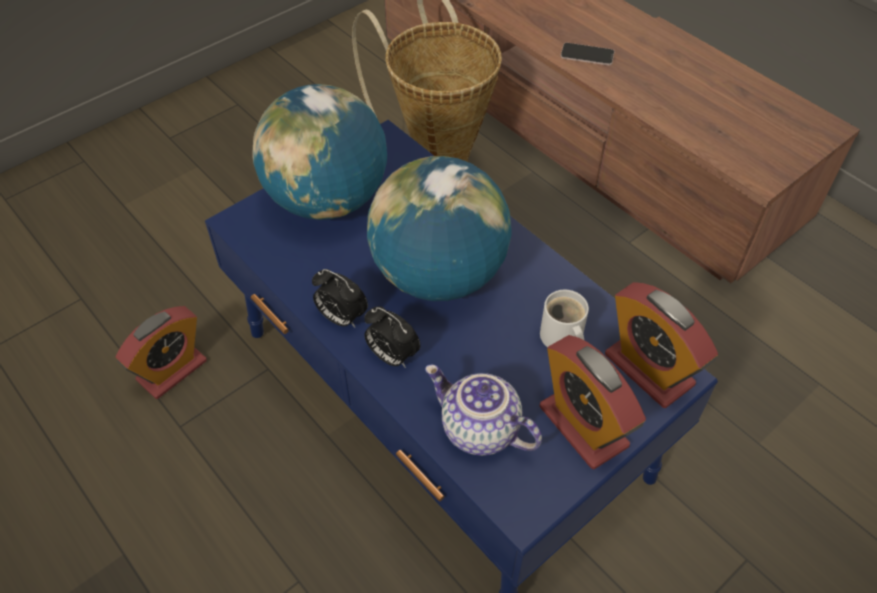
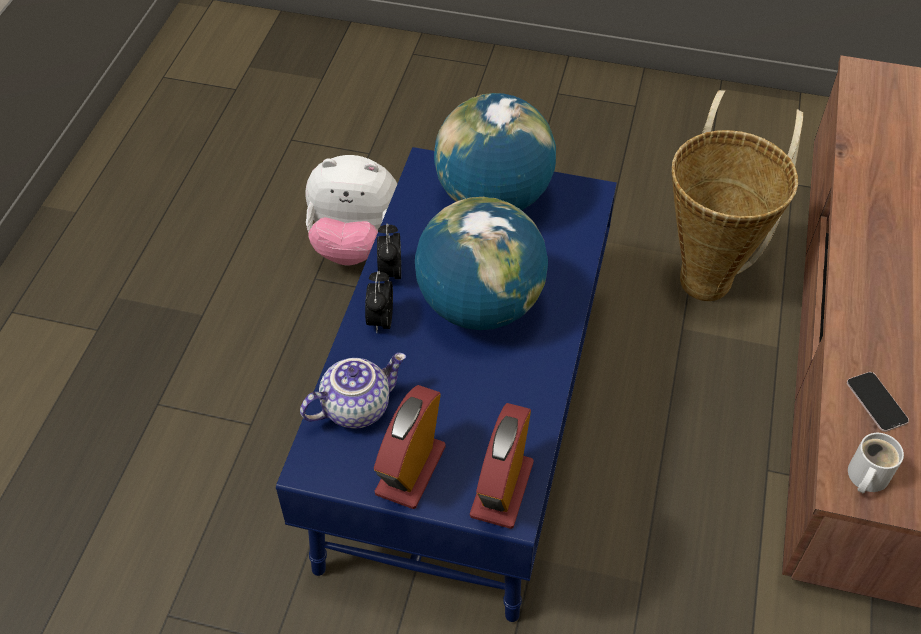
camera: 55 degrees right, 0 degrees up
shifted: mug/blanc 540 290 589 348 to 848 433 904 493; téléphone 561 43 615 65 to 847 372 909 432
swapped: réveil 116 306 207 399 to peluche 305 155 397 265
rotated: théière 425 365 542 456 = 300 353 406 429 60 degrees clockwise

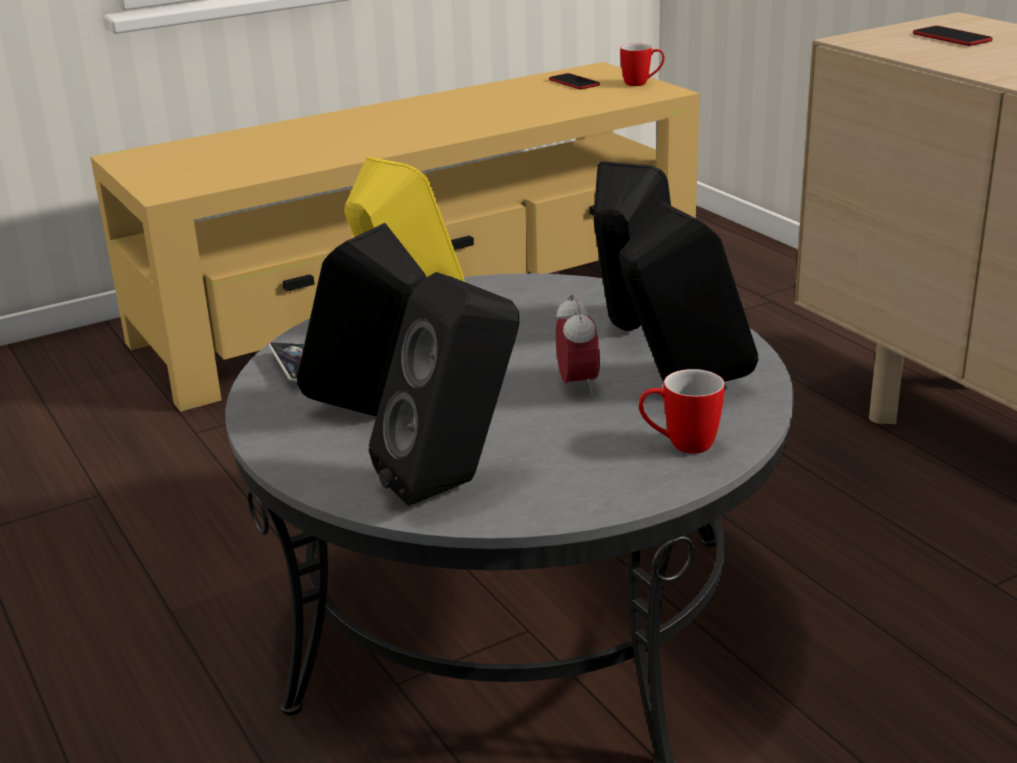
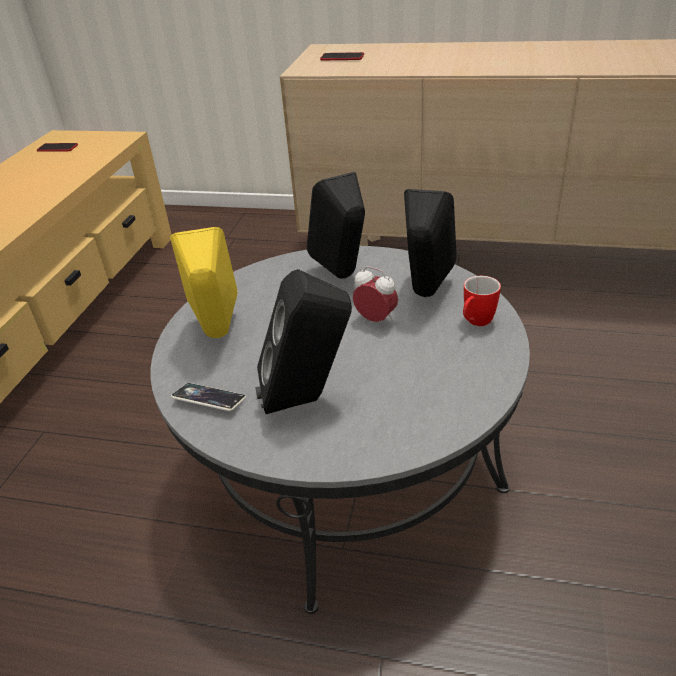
camera: 45 degrees left, 10 degrees up
gone: enceinte/noir 369 272 520 506; mug 620 44 665 86

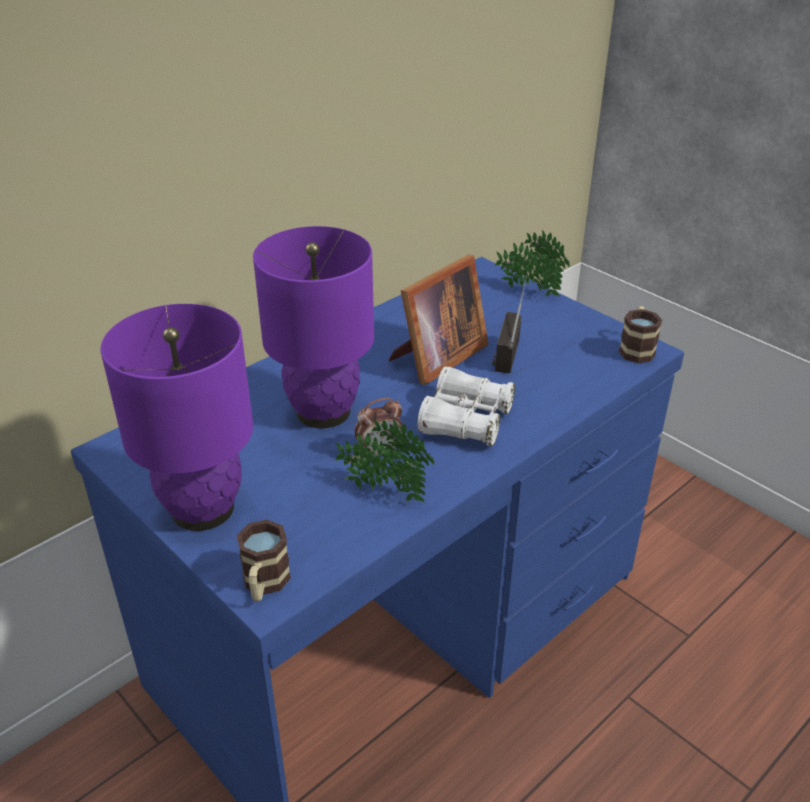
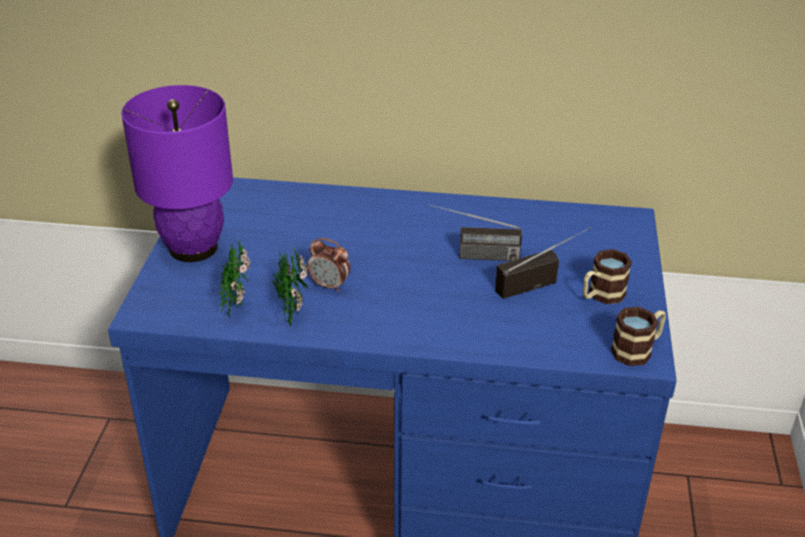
camera: 50 degrees right, 0 degrees up
gone: lampe de table/violet 253 226 374 428; jumelles/blanc 417 366 515 446
shifted: mug 237 520 291 602 to 583 249 632 304; plante en pot 495 230 570 297 to 219 238 251 317
swapped: cadre photo 389 255 489 385 to radio 428 204 522 261

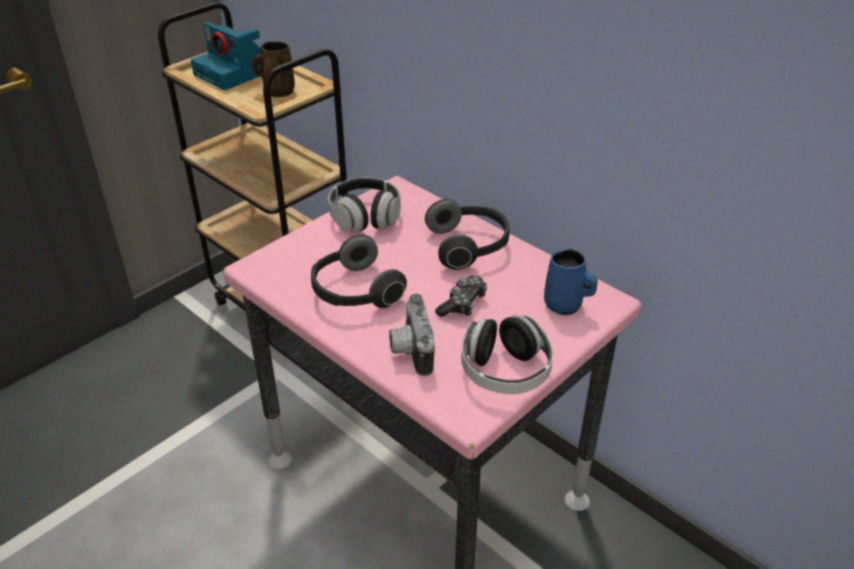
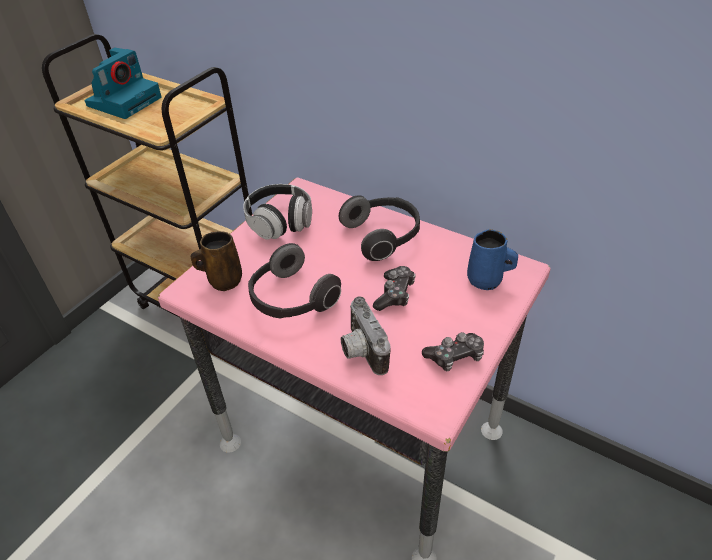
camera: 10 degrees left, 5 degrees up
shifted: mug/marron 251 41 295 97 to 191 231 242 291
swapped: casque audio 461 315 553 394 to manette 422 332 484 371
rotated: appareil photo 191 22 261 90 = 85 47 162 119 90 degrees counterclockwise

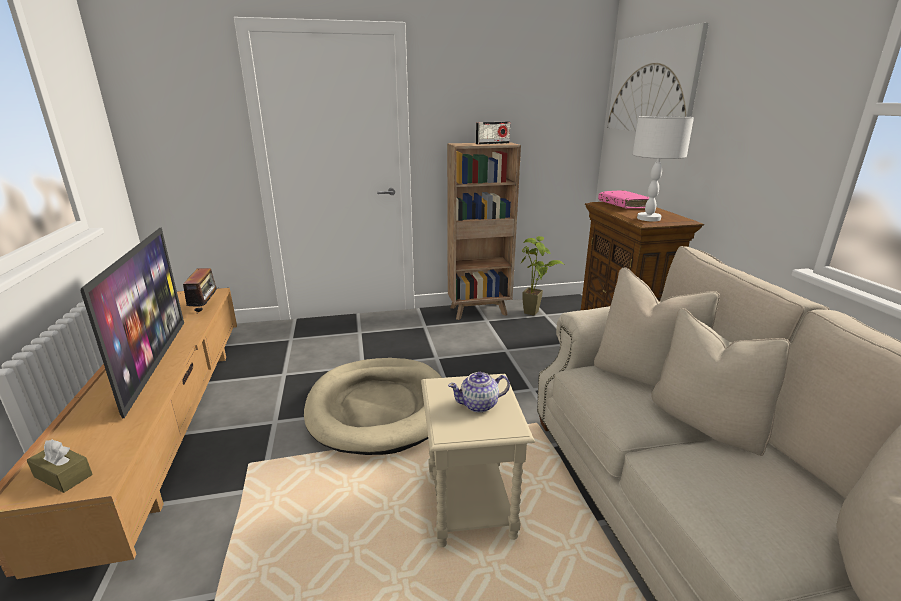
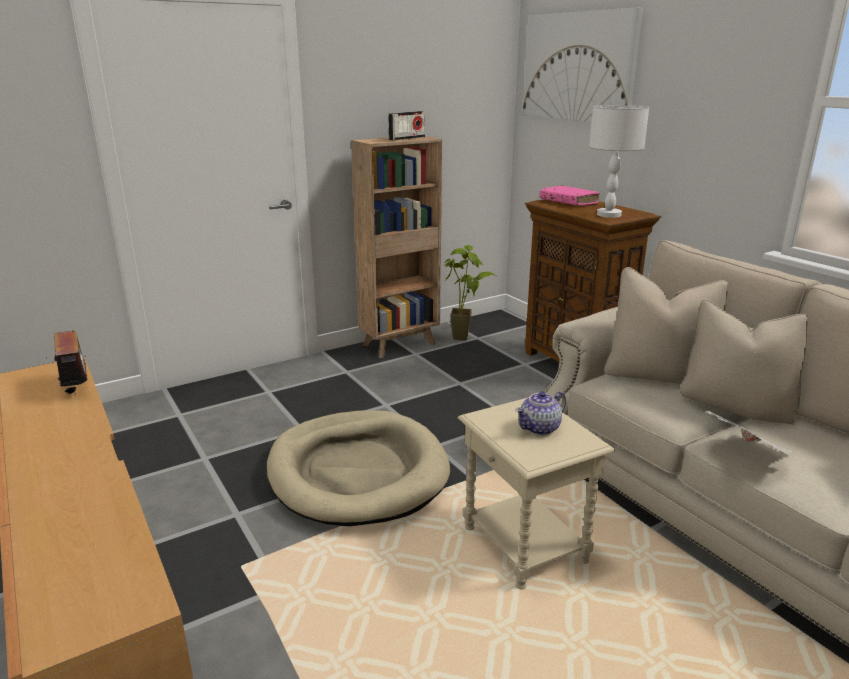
camera: 20 degrees left, 0 degrees up
gone: boîte à mouchoirs/marron 27 439 93 493; téléviseur 80 228 184 419
new: journal 705 411 793 456

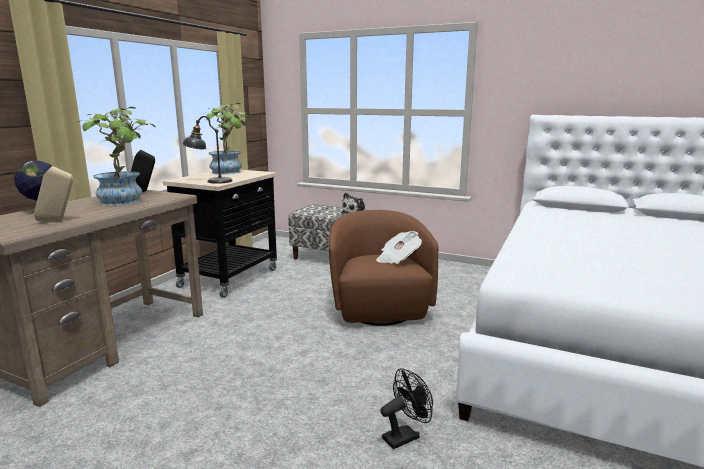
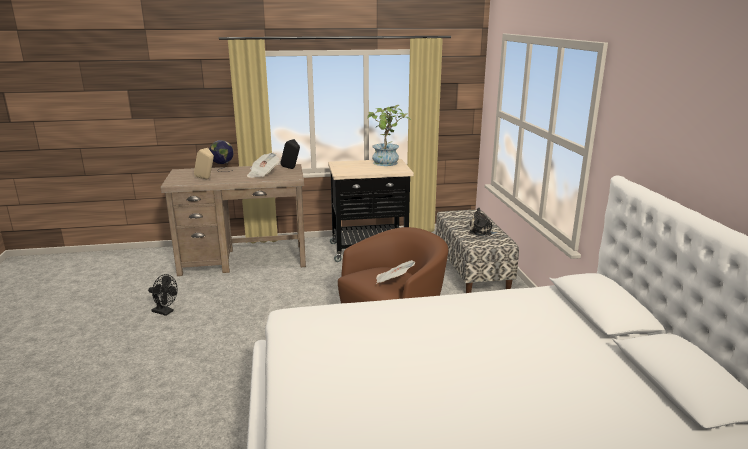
camera: 55 degrees right, 5 degrees up
gone: lampe de table/gris 182 116 232 184
shifted: ventilateur/noir 380 368 433 449 to 148 274 178 316
swapped: plante en pot 78 107 156 206 to journal 247 153 280 178

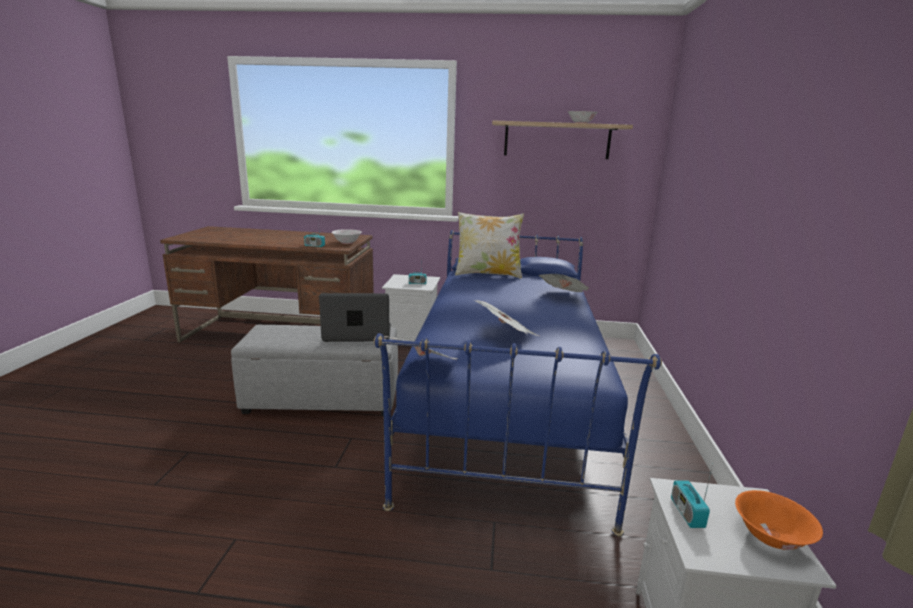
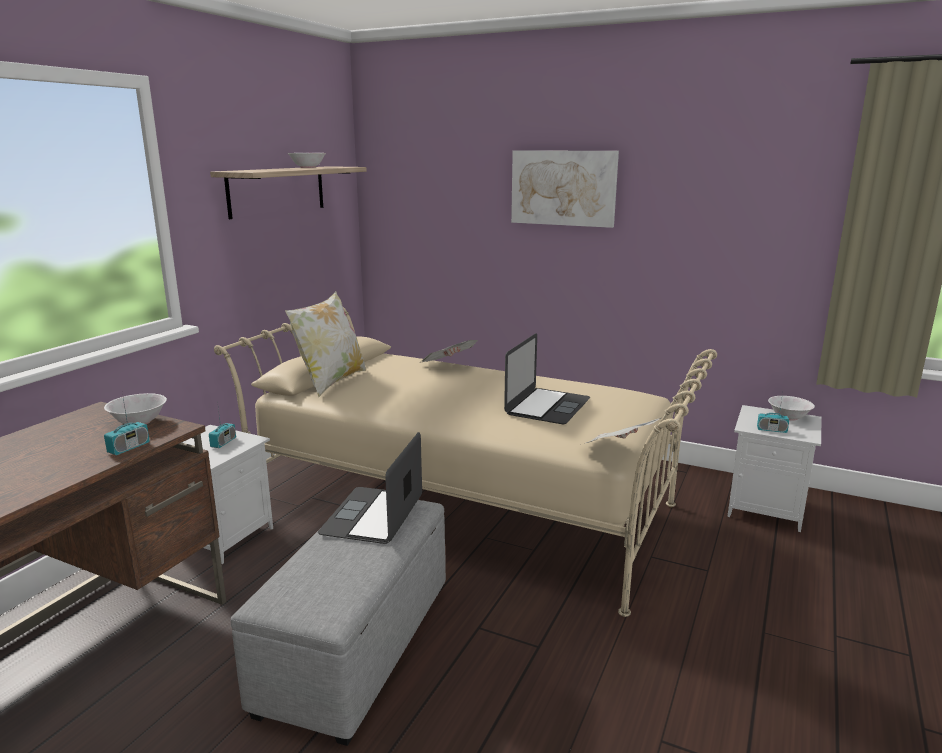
camera: 70 degrees left, 0 degrees up
new: tableau 511 150 619 228
swapped: journal 474 300 539 336 to ordinateur portable 504 333 590 424
repainted: lit/bleu 374 230 662 536 to lit/beige 214 307 717 617; bol/orange 735 490 823 550 to bol/blanc 768 396 815 421

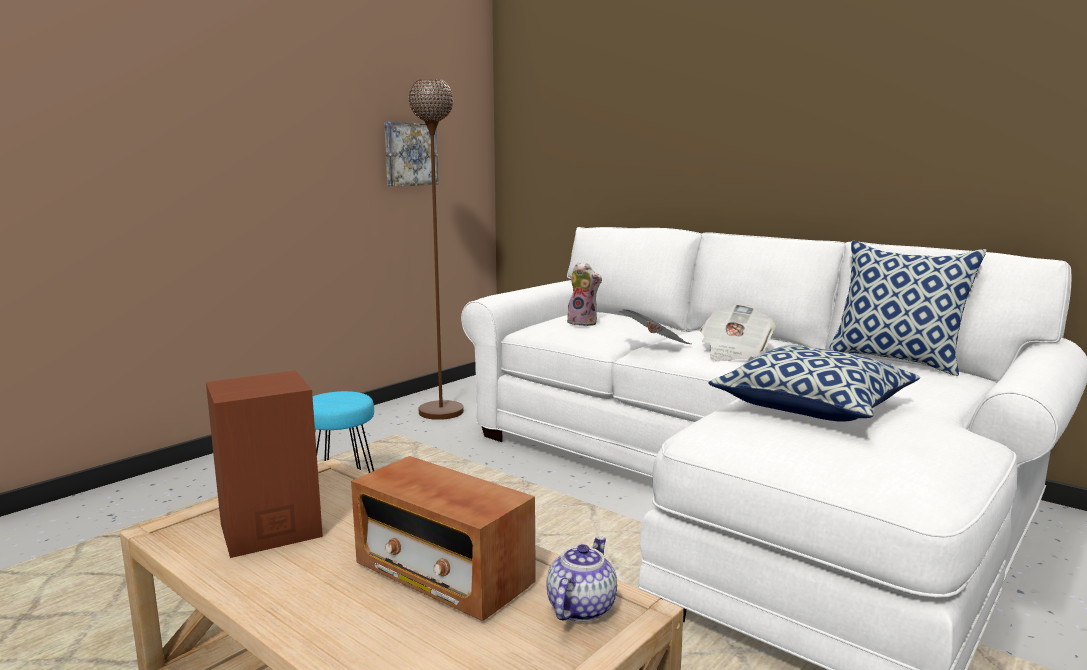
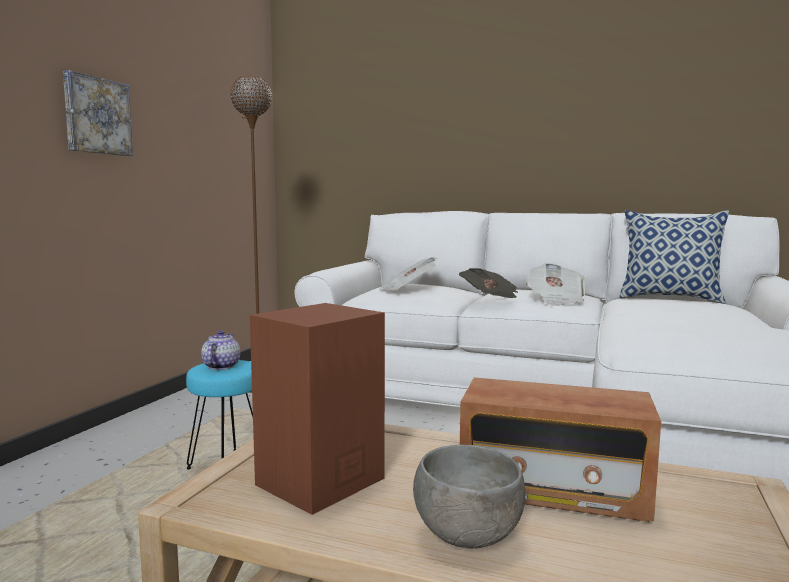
camera: 20 degrees left, 5 degrees down
gone: coussin 708 345 920 422
new: bol/gris 413 445 525 549
shifted: tableau 384 122 438 186 to 63 70 133 156; théière 547 536 617 622 to 201 330 240 370
swapped: peluche 567 262 602 326 to journal 379 257 437 291

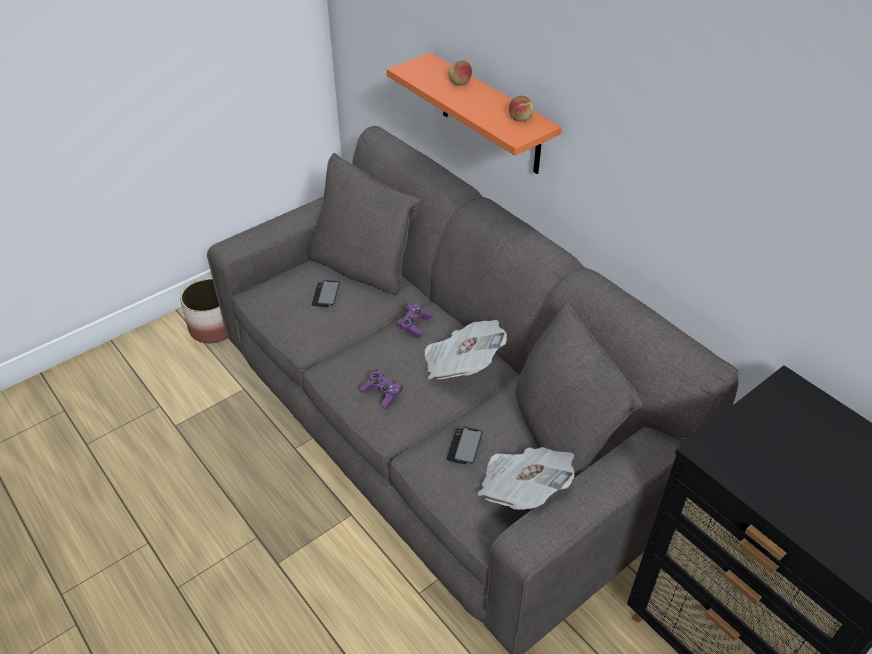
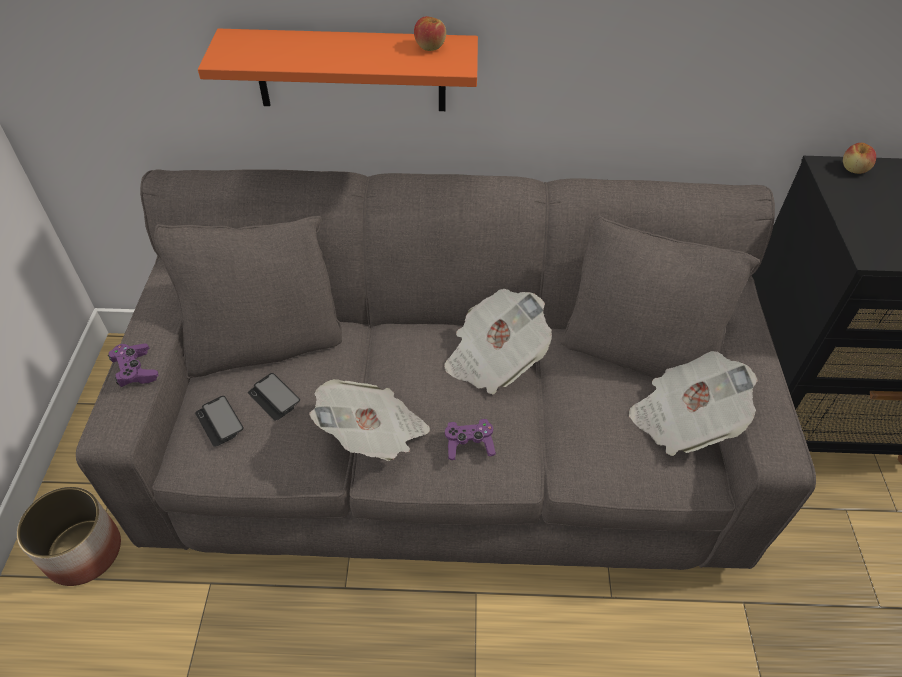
camera: 50 degrees left, 5 degrees up
new: journal 309 379 430 461
shifted: manette/violet 396 304 433 338 to 108 344 158 387; téléphone 447 427 483 464 to 195 396 244 446; pomme 448 61 472 85 to 843 143 876 174

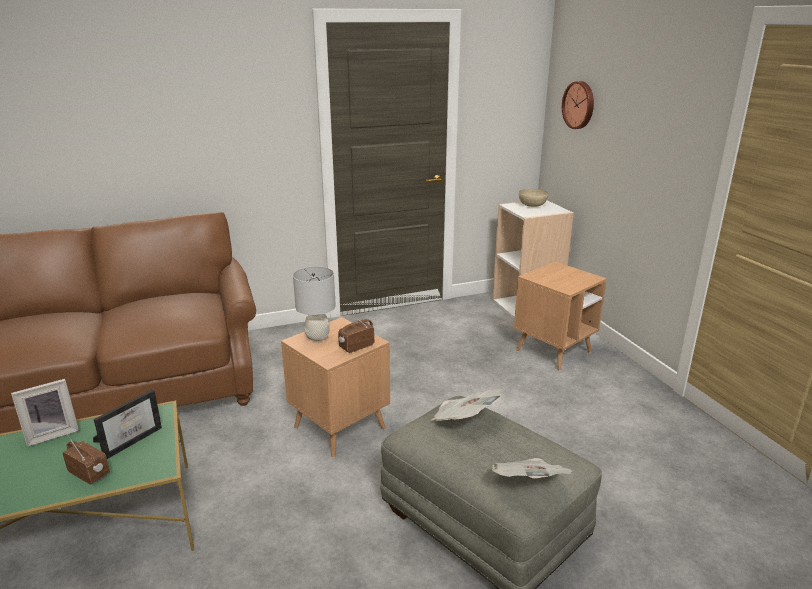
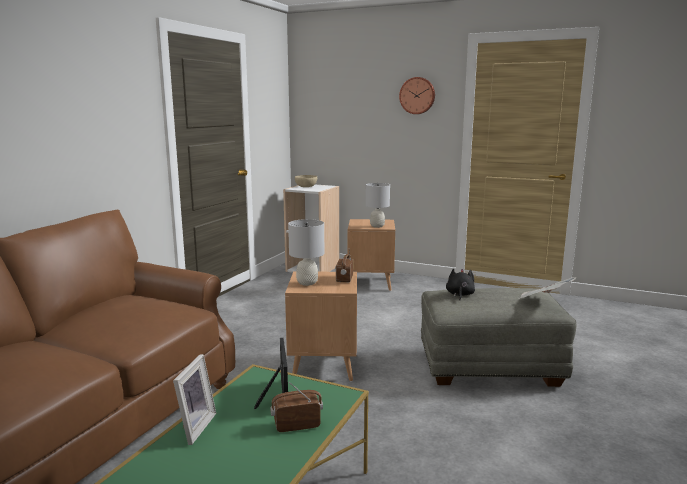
camera: 45 degrees left, 10 degrees down
new: lampe de table/gris 366 183 390 228
shifted: horloge murale 562 81 594 129 to 399 77 435 114
swapped: journal 431 389 502 421 to peluche/noir 446 269 475 300

